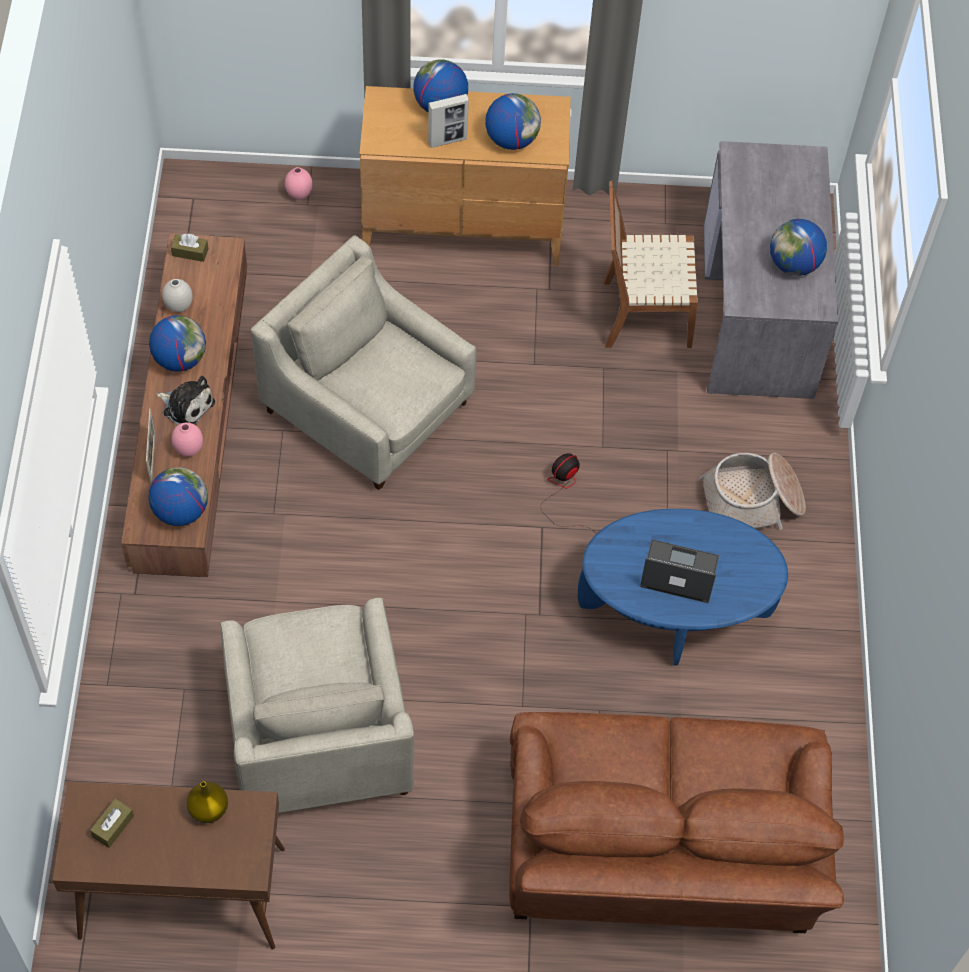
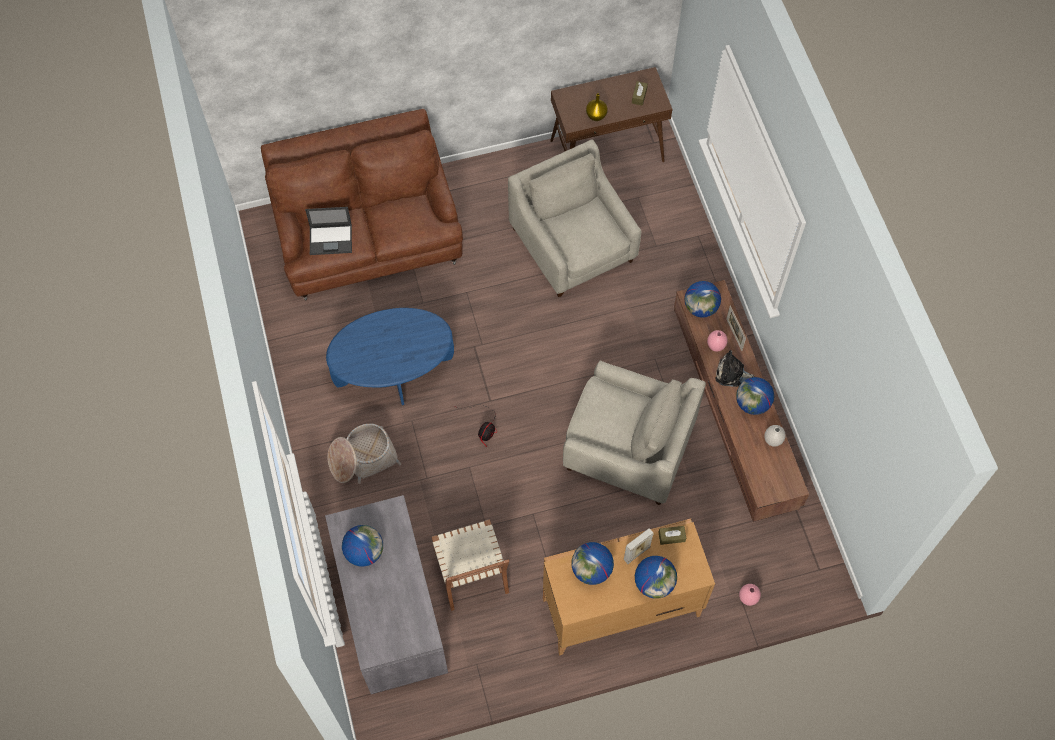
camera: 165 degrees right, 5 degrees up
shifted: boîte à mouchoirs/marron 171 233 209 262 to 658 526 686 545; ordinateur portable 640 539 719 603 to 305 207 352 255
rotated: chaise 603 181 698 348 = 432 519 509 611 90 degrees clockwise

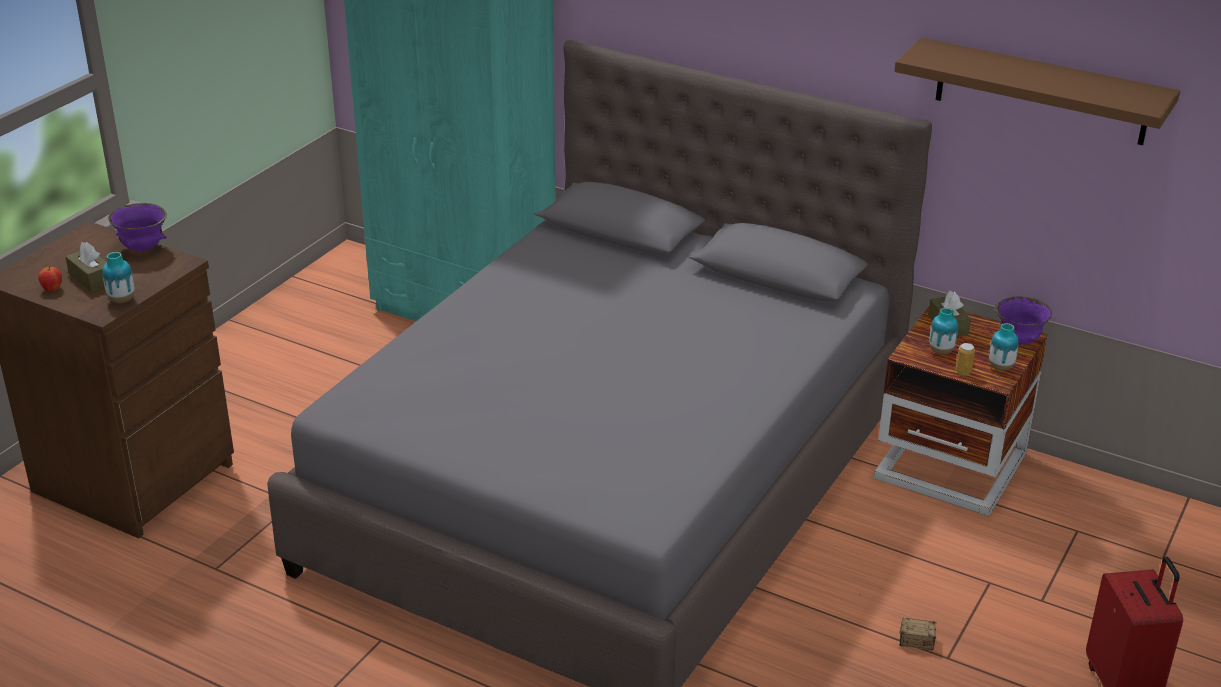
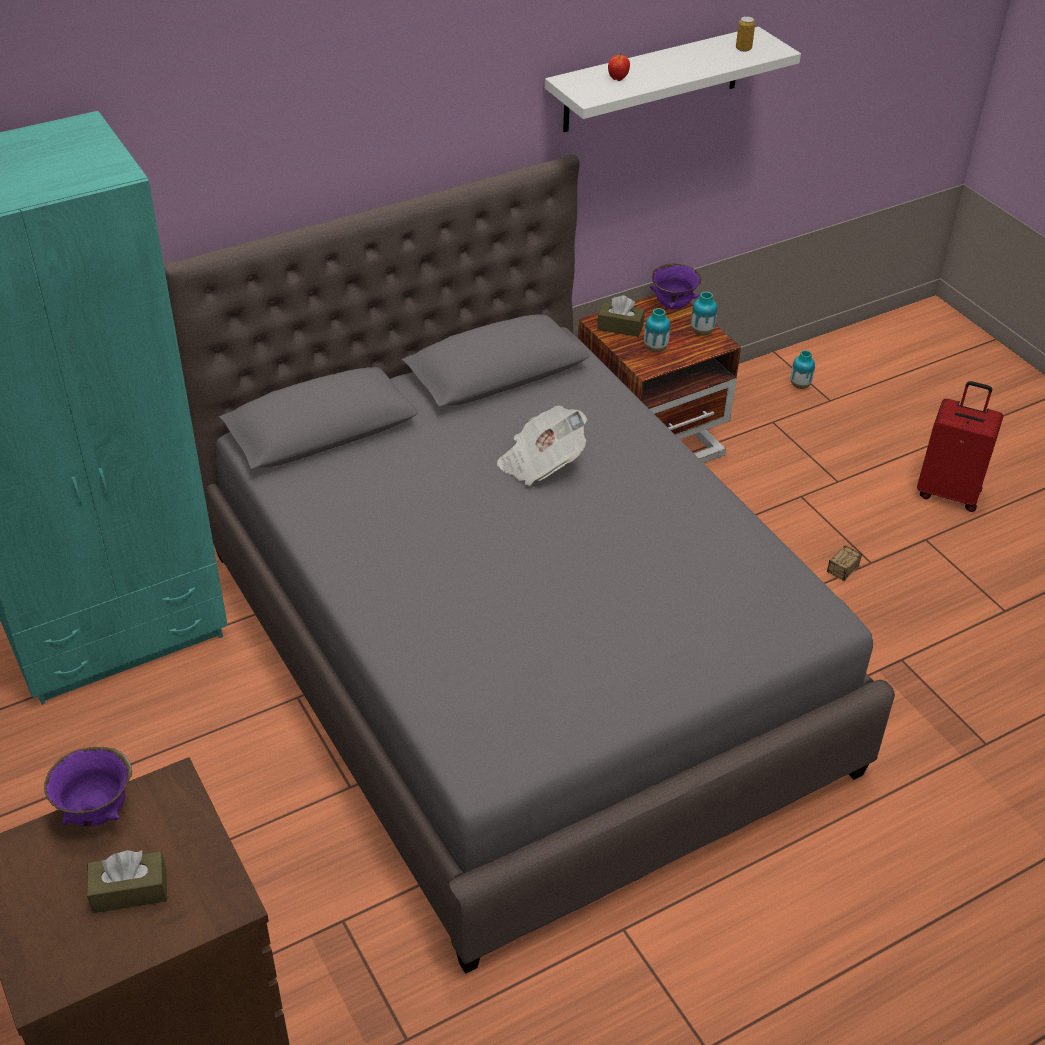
camera: 60 degrees left, 10 degrees up
new: journal 497 405 587 486
shifted: pomme 38 266 62 291 to 608 53 630 81; vase 102 252 135 303 to 791 350 815 389; boîte métallique 956 343 975 375 to 736 16 755 52
repainted: étagère/marron 895 38 1180 145 to étagère/blanc 545 26 801 132

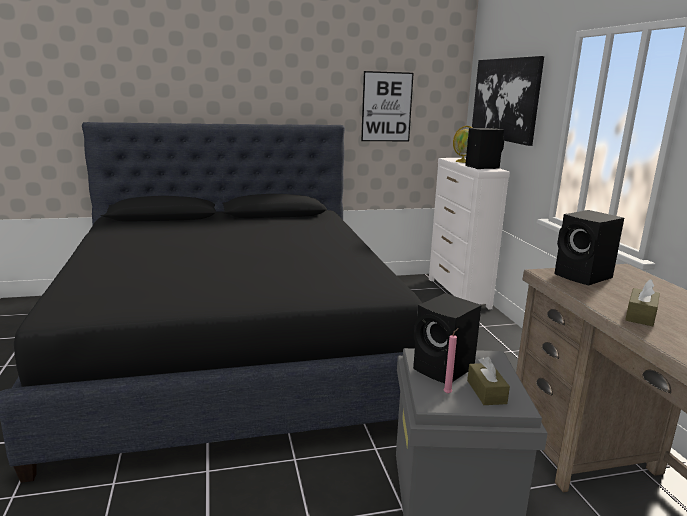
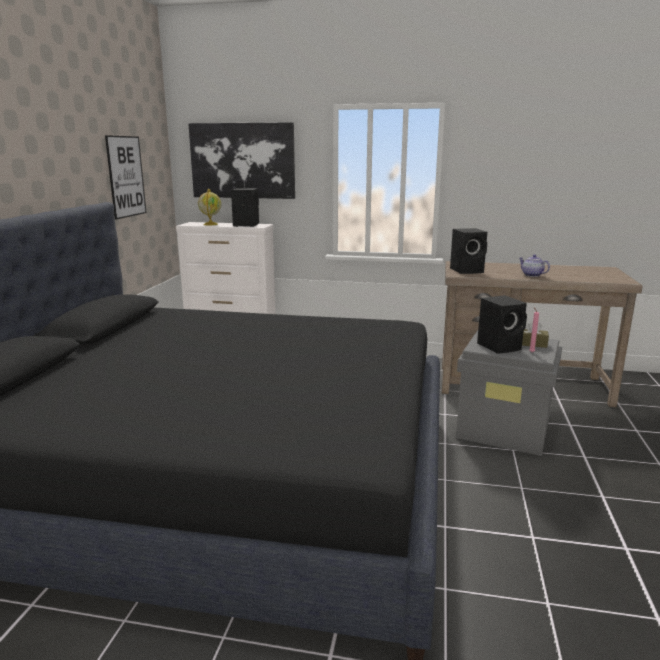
camera: 65 degrees left, 0 degrees up
swapped: boîte à mouchoirs/marron 625 279 660 326 to théière 519 255 550 277

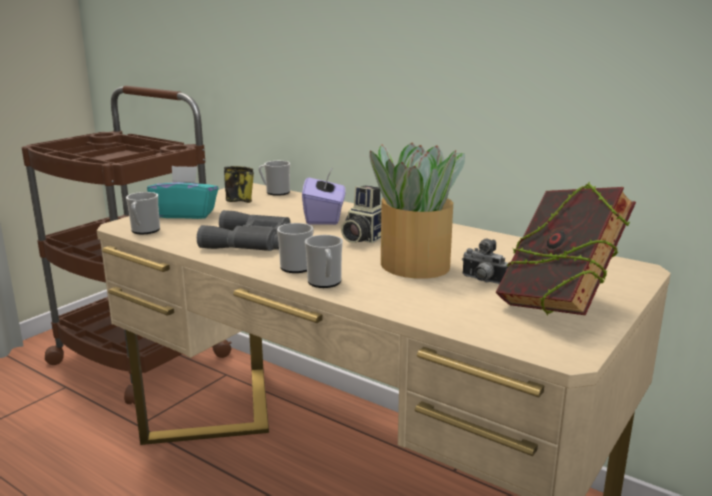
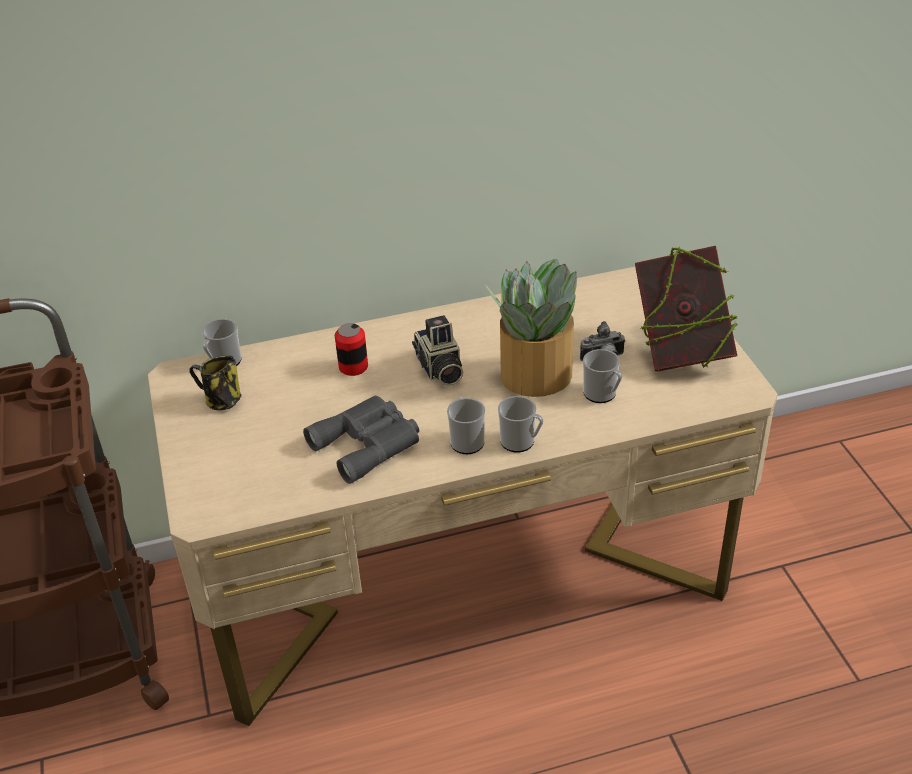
camera: 50 degrees left, 20 degrees up
gone: boîte à mouchoirs/turquoise 147 166 219 219
shifted: mug 126 192 160 234 to 583 349 622 403
swapped: boîte à mouchoirs/violet 302 169 346 225 to boîte métallique 335 323 368 376

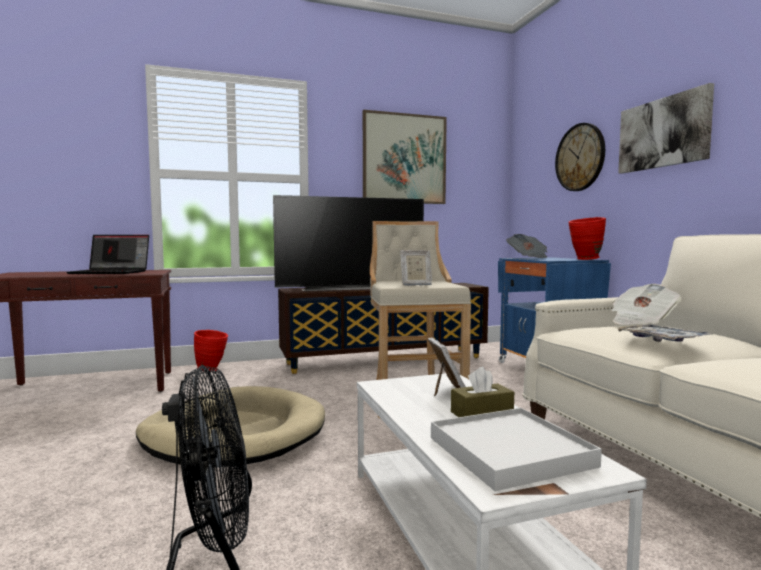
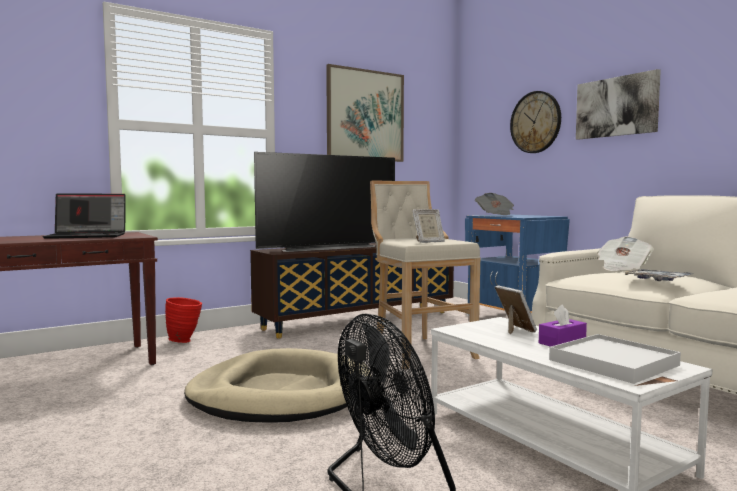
camera: 15 degrees left, 0 degrees up
gone: vase/rouge 569 217 606 260
repainted: boîte à mouchoirs/marron 451 367 514 417 to boîte à mouchoirs/violet 539 305 587 347

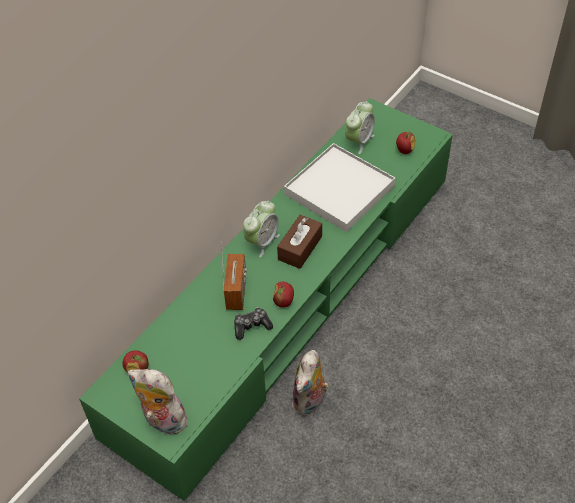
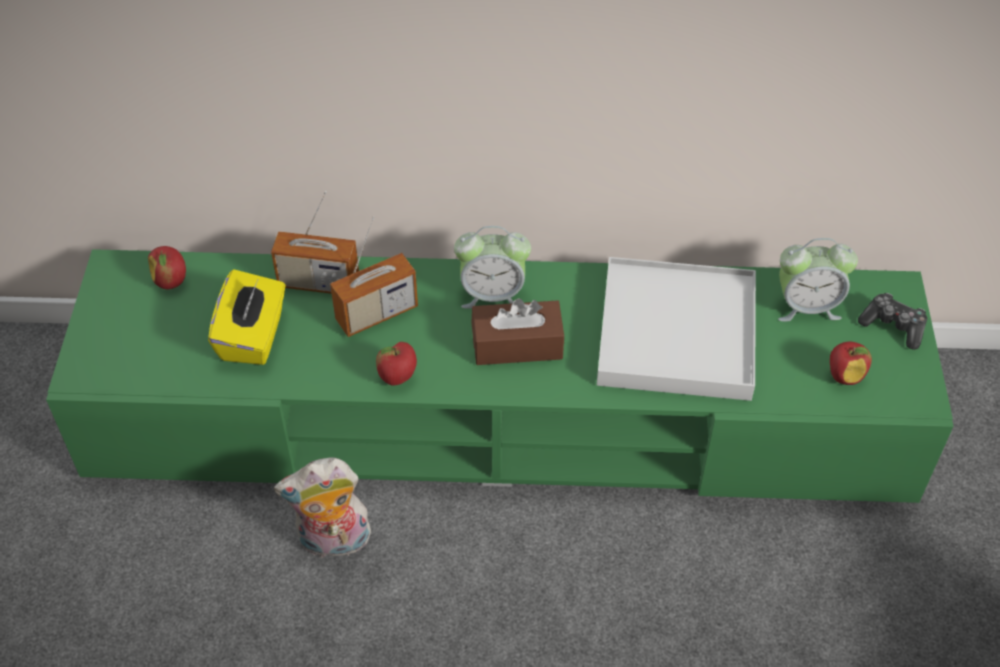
camera: 55 degrees right, 0 degrees up
gone: peluche 128 369 188 437
new: boîte à mouchoirs/jaune 208 269 286 365; radio 271 191 359 294
shifted: manette 234 307 273 340 to 858 293 927 350

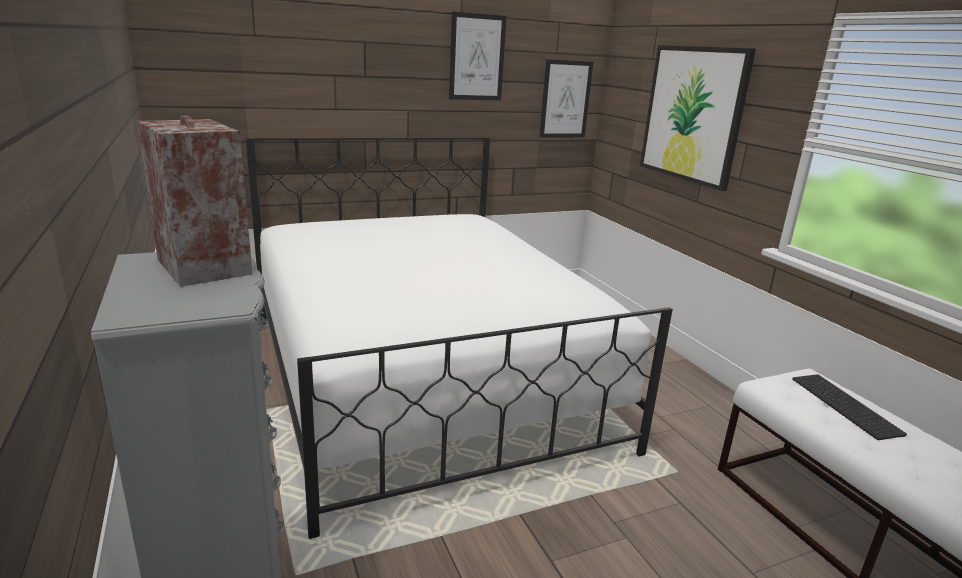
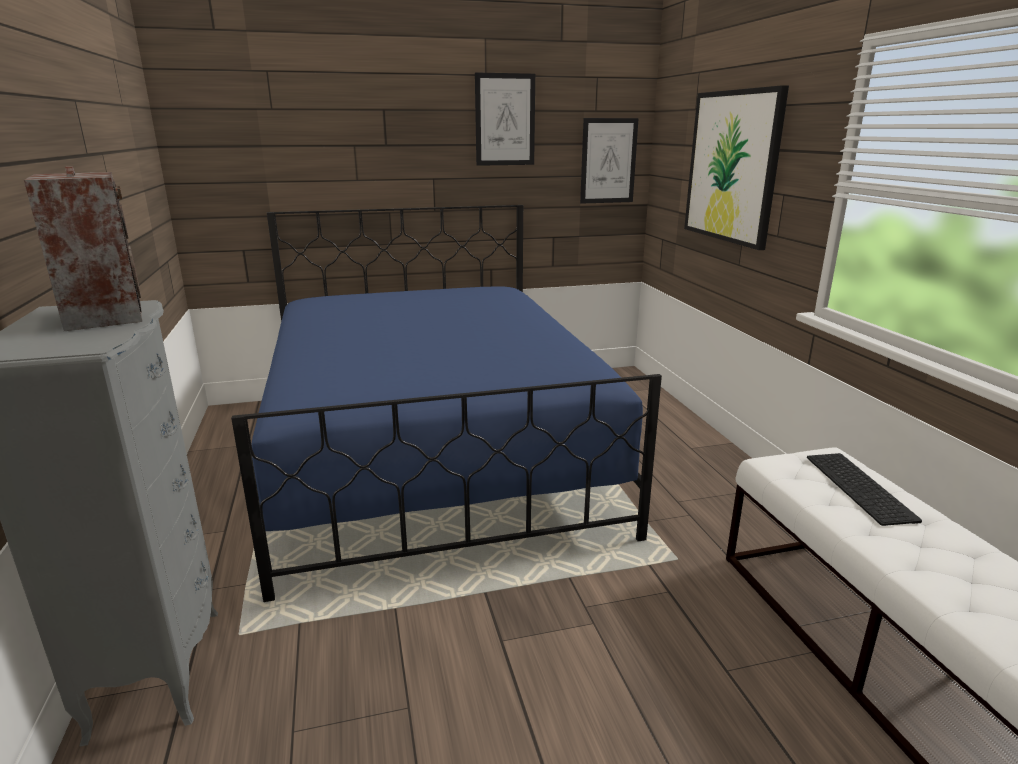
camera: 10 degrees right, 0 degrees up
repainted: lit/blanc 246 137 673 539 to lit/bleu 231 205 662 602

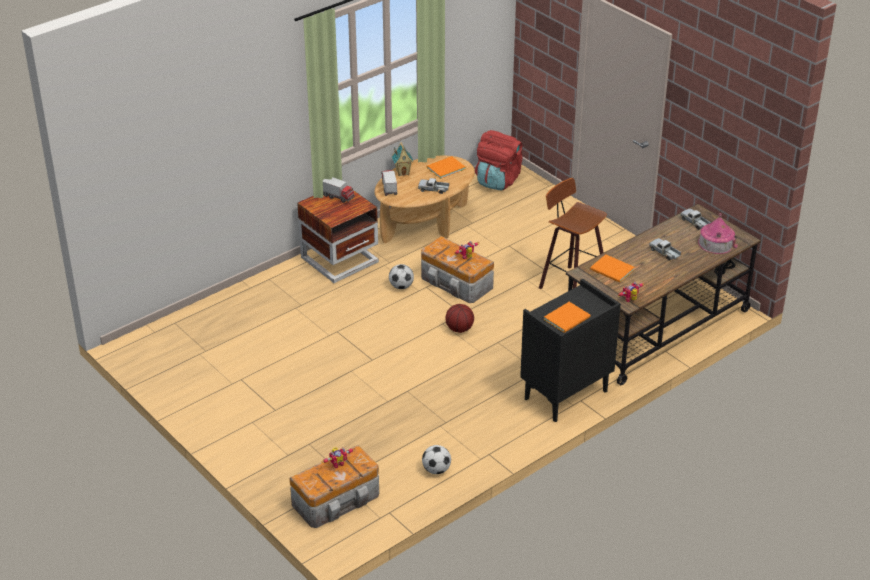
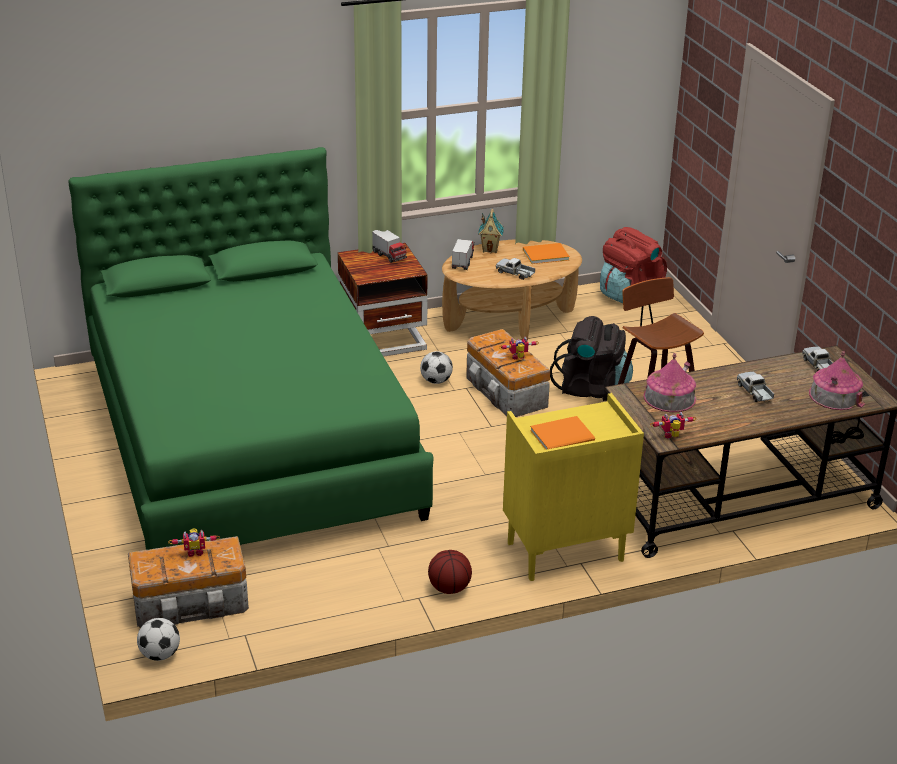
camera: 20 degrees right, 5 degrees down
new: lit/vert 69 147 433 550; sac à dos/noir 550 316 633 401
shifted: ballon de foot 422 445 451 474 to 137 618 180 661; ballon de basket 445 304 474 333 to 428 550 472 594
swapped: livre/orange 590 254 635 283 to maison miniature 643 353 696 412
repainted: meuble de rangement/noir 520 279 621 422 to meuble de rangement/jaune 503 393 644 581

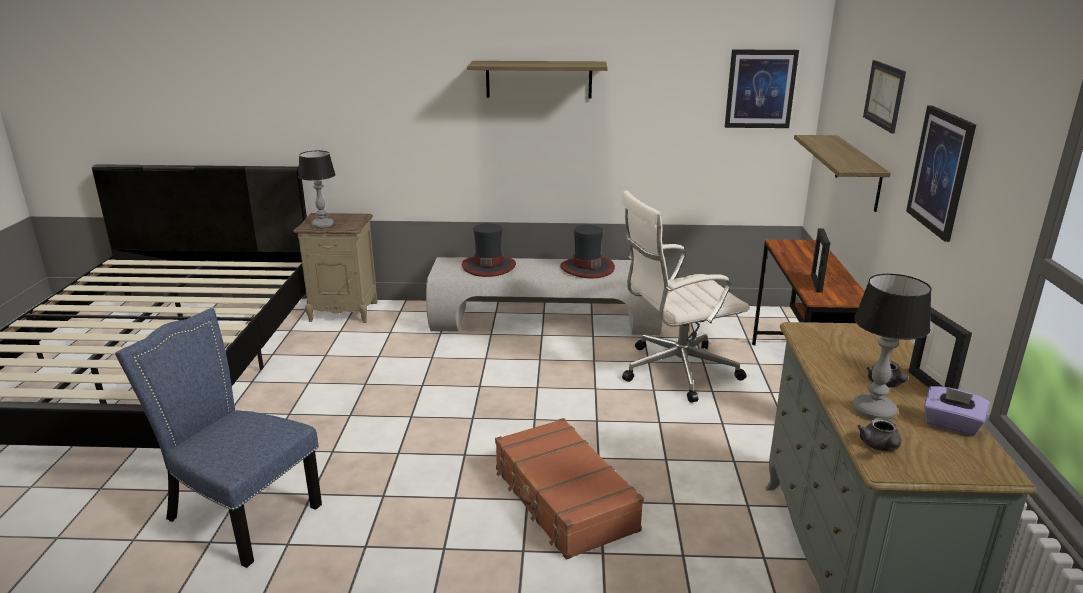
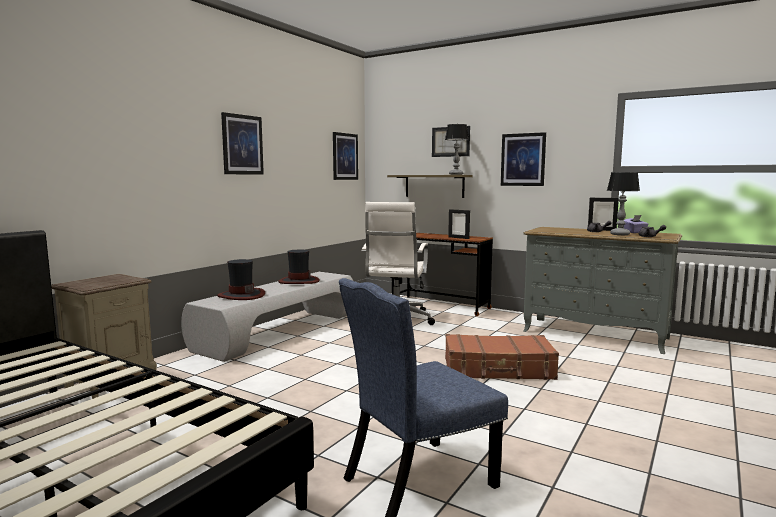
camera: 60 degrees left, 15 degrees down
shifted: lampe de table 298 150 336 229 to 445 124 469 175
swapped: étagère 467 61 608 98 to tableau 221 112 264 175

